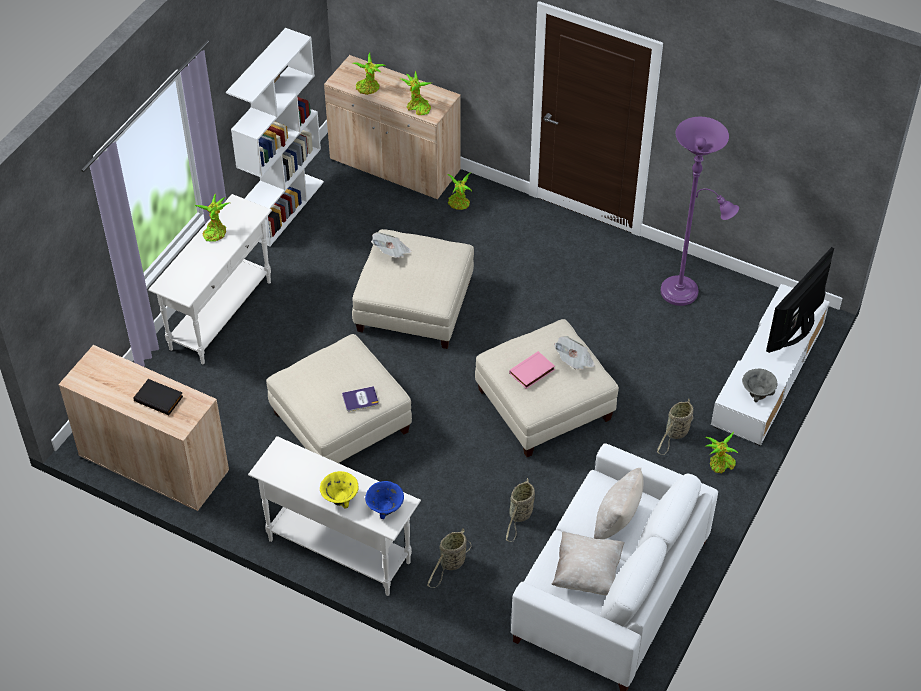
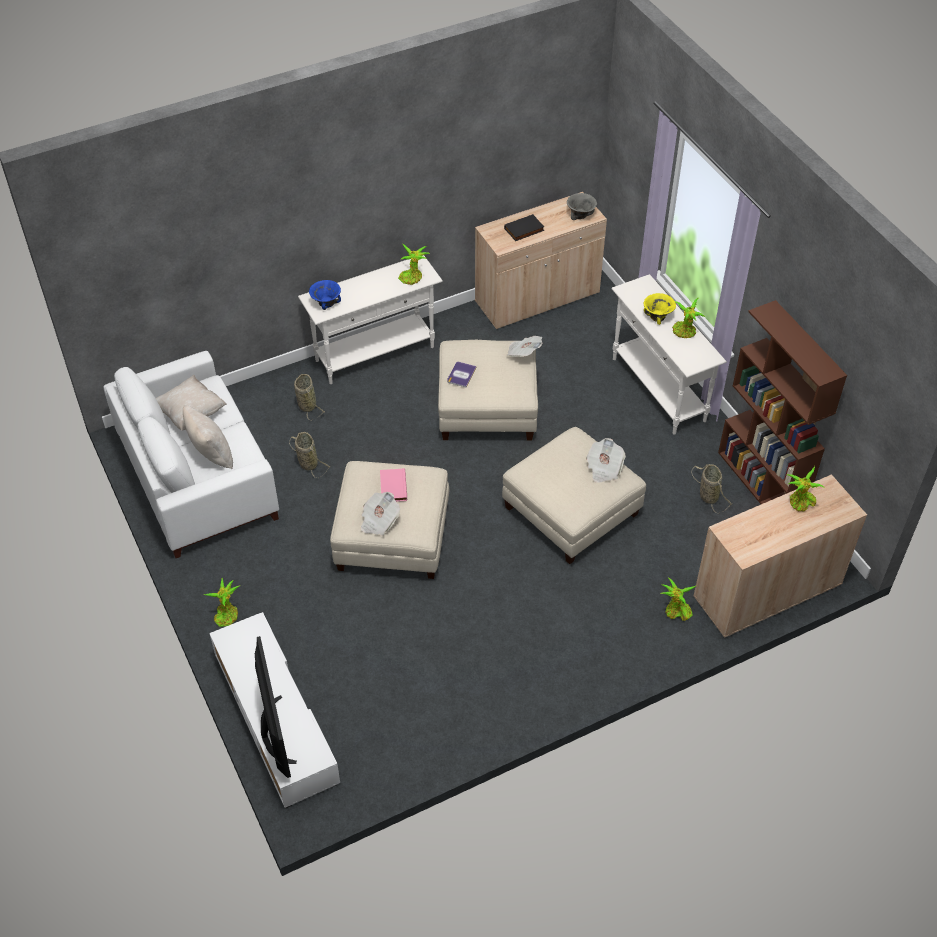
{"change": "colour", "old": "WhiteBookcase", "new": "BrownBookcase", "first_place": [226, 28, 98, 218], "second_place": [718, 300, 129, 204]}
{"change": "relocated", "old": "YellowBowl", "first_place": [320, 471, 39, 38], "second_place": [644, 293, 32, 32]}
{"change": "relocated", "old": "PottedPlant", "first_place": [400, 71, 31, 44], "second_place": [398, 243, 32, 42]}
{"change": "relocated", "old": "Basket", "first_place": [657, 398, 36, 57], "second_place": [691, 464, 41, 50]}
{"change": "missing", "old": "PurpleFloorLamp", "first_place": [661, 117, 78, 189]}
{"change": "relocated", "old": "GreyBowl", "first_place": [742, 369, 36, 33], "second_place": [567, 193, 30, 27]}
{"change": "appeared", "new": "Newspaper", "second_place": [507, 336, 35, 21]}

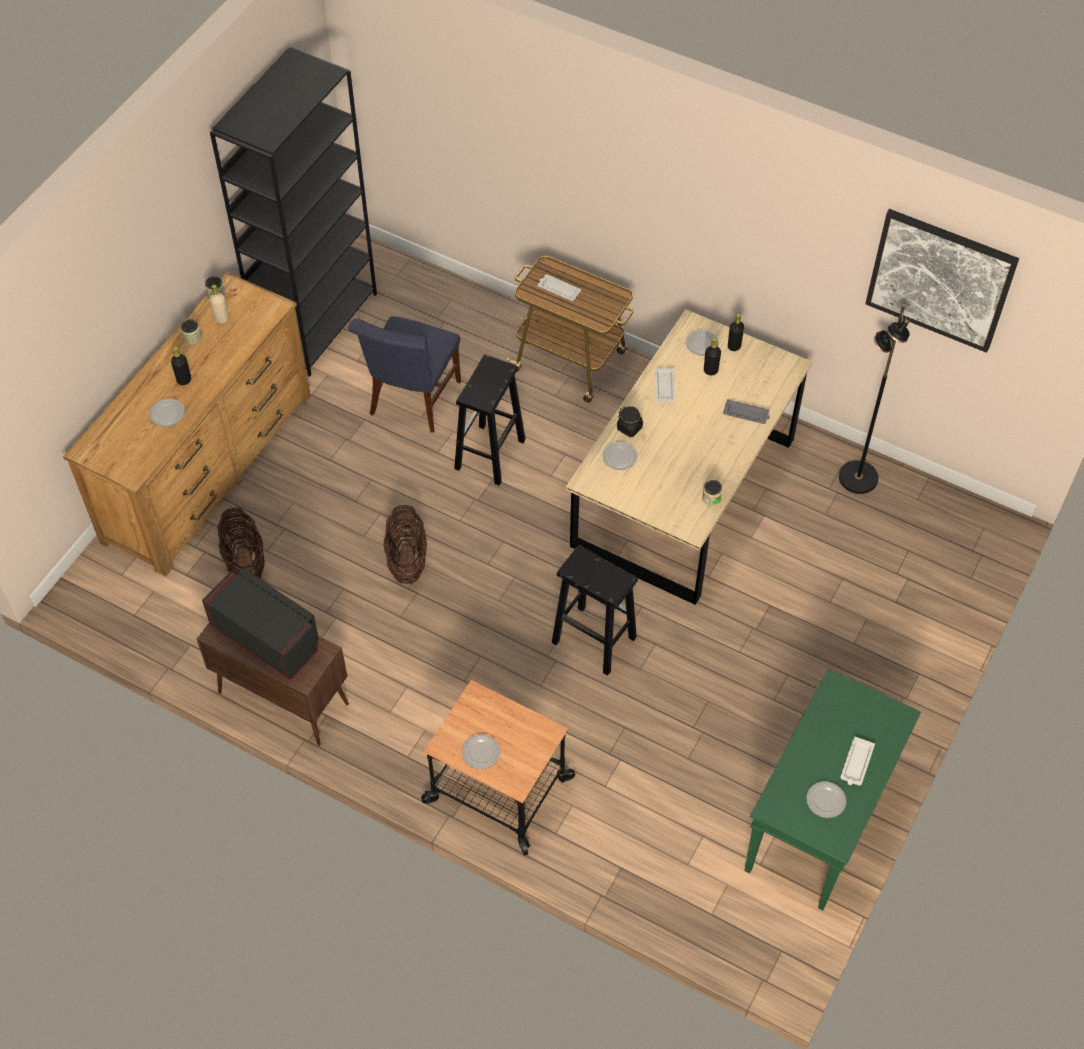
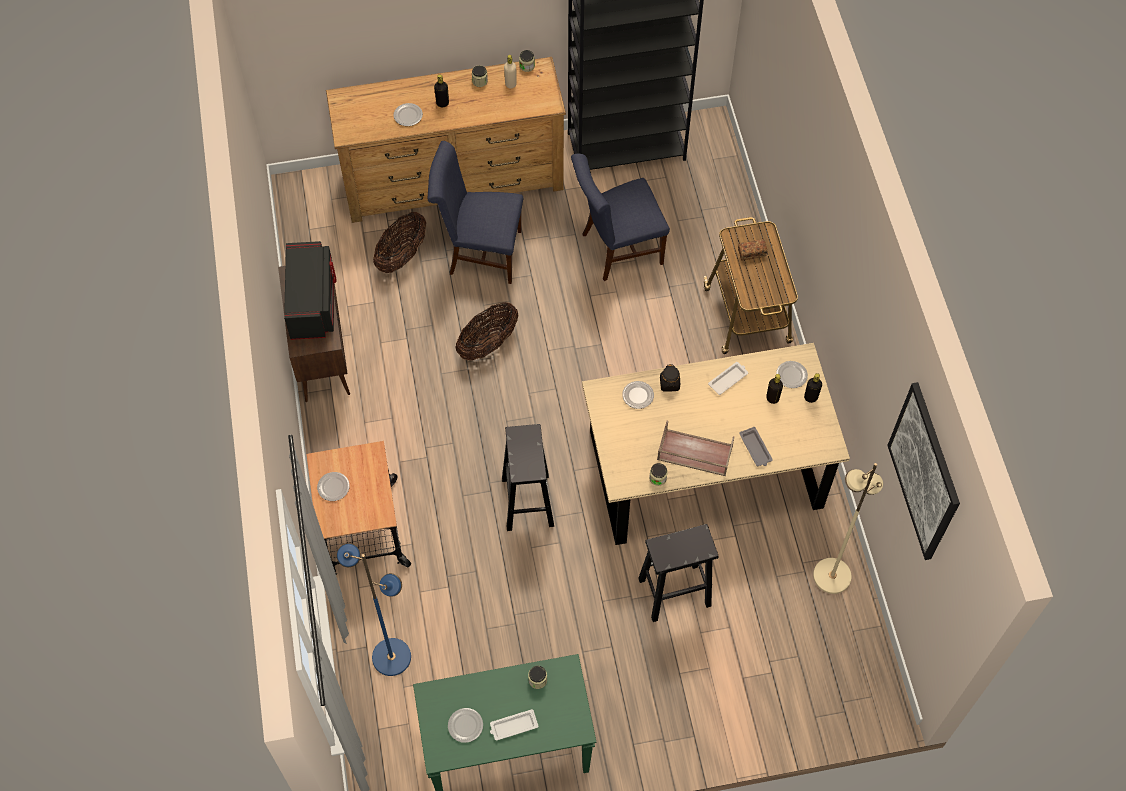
{"change": "relocated", "old": "BlackStool", "first_place": [454, 355, 71, 131], "second_place": [638, 524, 81, 98]}
{"change": "exchanged", "old": "WhiteTray", "new": "Bread", "first_place": [538, 274, 43, 27], "second_place": [738, 239, 30, 22]}
{"change": "colour", "old": "BlackFloorLamp", "new": "BeigeFloorLamp", "first_place": [839, 304, 71, 190], "second_place": [813, 463, 70, 131]}
{"change": "appeared", "new": "BlueFloorLamp", "second_place": [337, 543, 74, 133]}
{"change": "appeared", "new": "BlueChair", "second_place": [428, 141, 95, 143]}
{"change": "appeared", "new": "Jar", "second_place": [528, 666, 19, 23]}
{"change": "appeared", "new": "BrownTray", "second_place": [657, 421, 78, 55]}

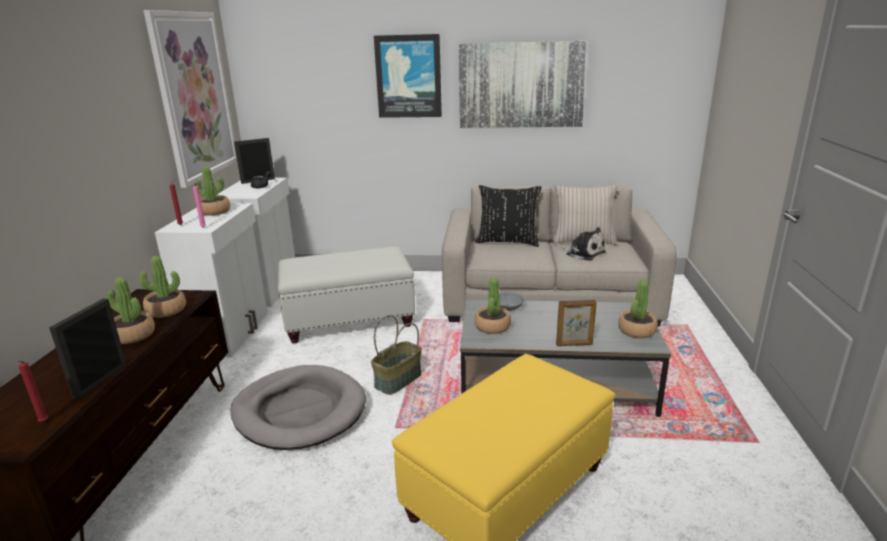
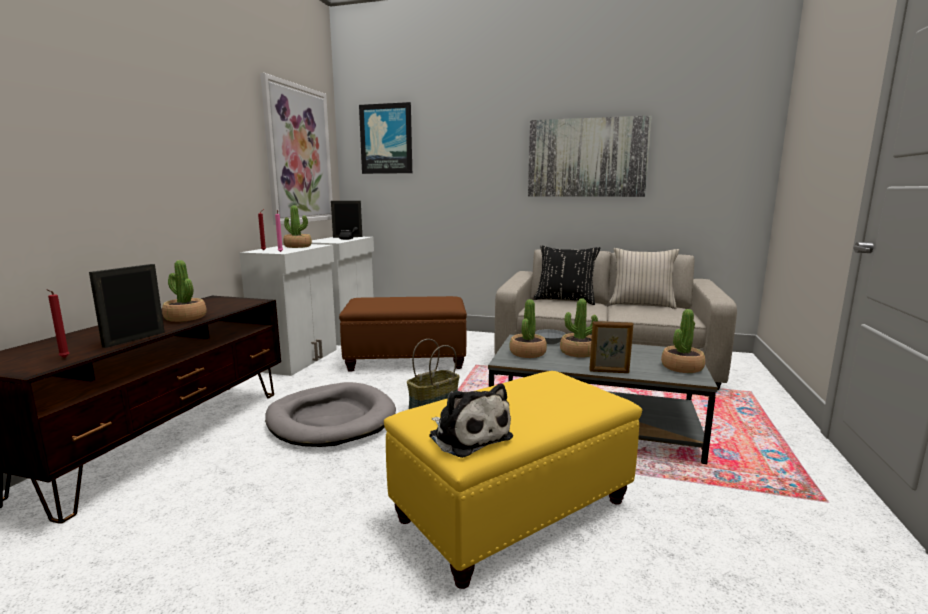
{"change": "relocated", "old": "PottedPlant", "first_place": [139, 256, 47, 62], "second_place": [560, 299, 38, 59]}
{"change": "colour", "old": "WhiteOttoman", "new": "BrownOttoman", "first_place": [278, 247, 137, 97], "second_place": [339, 296, 128, 76]}
{"change": "relocated", "old": "Picture", "first_place": [374, 34, 68, 84], "second_place": [359, 102, 53, 72]}
{"change": "relocated", "old": "PlushToy", "first_place": [560, 227, 46, 34], "second_place": [429, 383, 84, 75]}

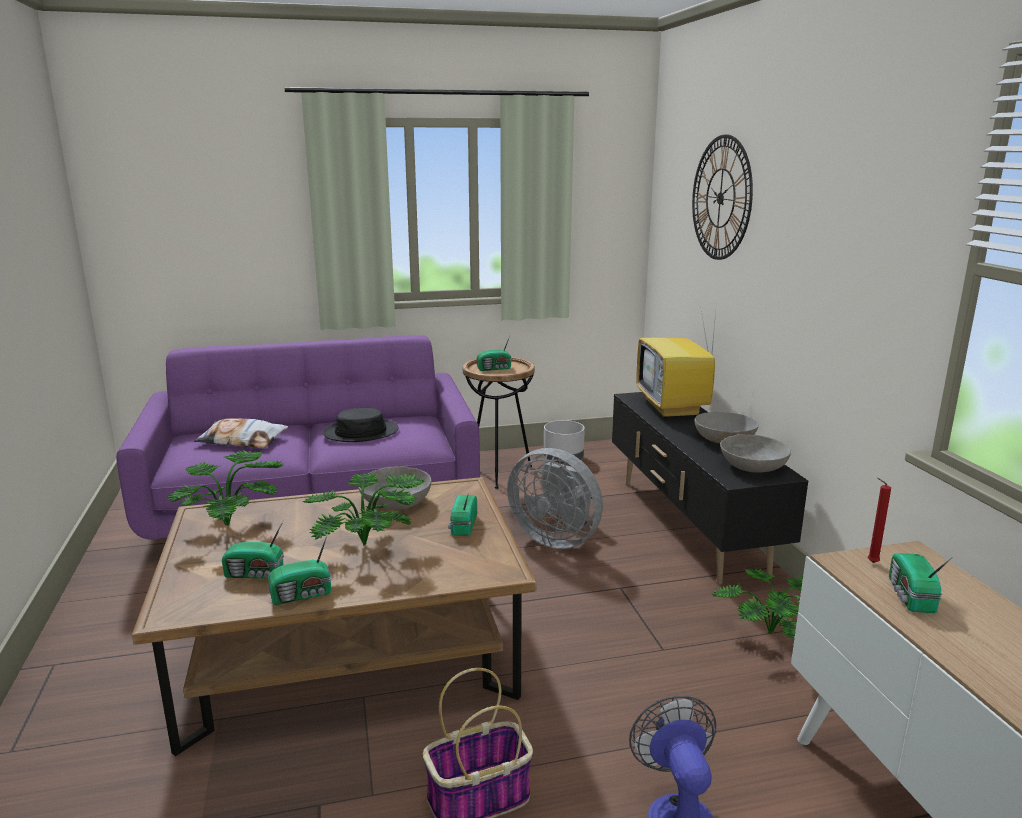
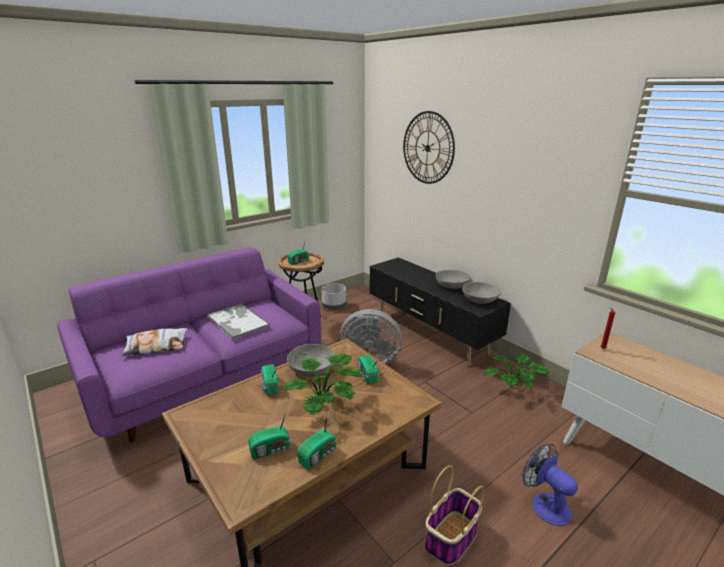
{"change": "missing", "old": "PottedPlant", "first_place": [168, 450, 116, 75]}
{"change": "exchanged", "old": "BlackHat", "new": "Tray", "first_place": [322, 408, 77, 34], "second_place": [207, 303, 63, 37]}
{"change": "missing", "old": "Television", "first_place": [636, 311, 80, 107]}
{"change": "relocated", "old": "Radio", "first_place": [889, 553, 63, 60], "second_place": [261, 364, 18, 31]}

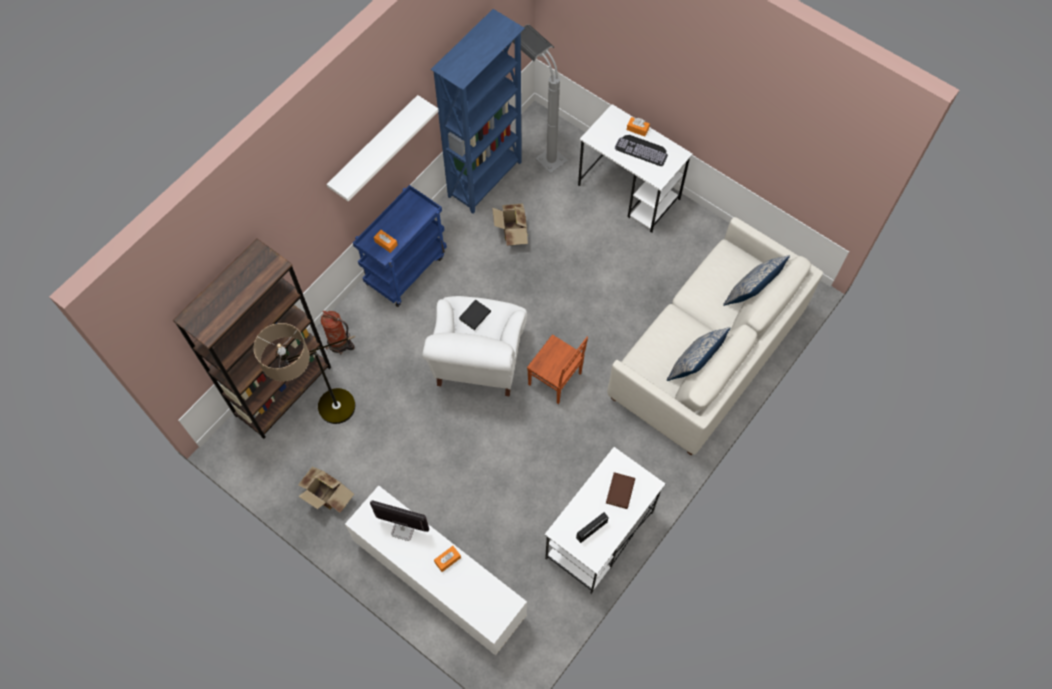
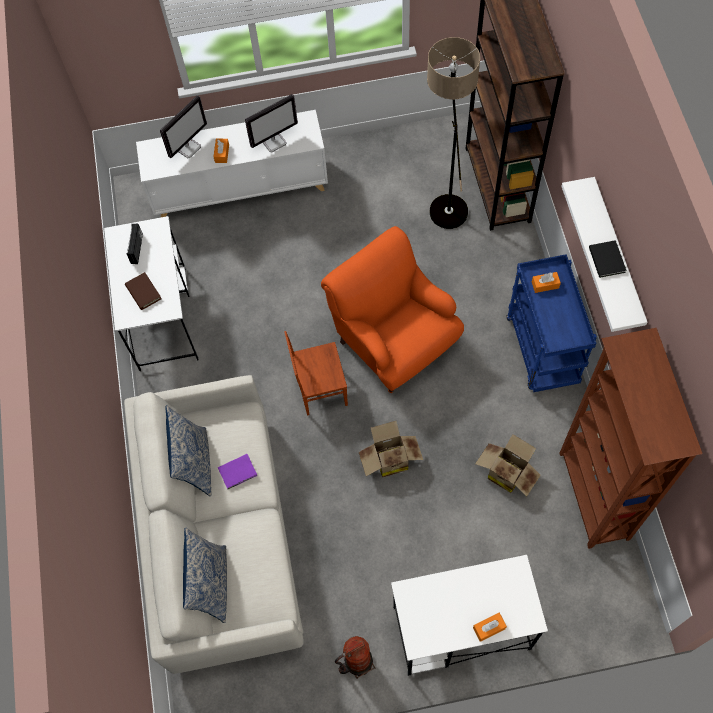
{"change": "relocated", "old": "CardboardBox", "first_place": [298, 466, 56, 47], "second_place": [359, 421, 64, 56]}
{"change": "relocated", "old": "FireExtinguisher", "first_place": [321, 311, 34, 44], "second_place": [335, 636, 41, 43]}
{"change": "colour", "old": "WhiteArmchair", "new": "OrangeArmchair", "first_place": [422, 296, 105, 100], "second_place": [321, 226, 143, 167]}
{"change": "colour", "old": "BlueBookcase", "new": "BrownBookcase", "first_place": [431, 9, 94, 205], "second_place": [559, 328, 144, 221]}
{"change": "relocated", "old": "BlackBook", "first_place": [459, 299, 32, 31], "second_place": [589, 240, 38, 38]}
{"change": "missing", "old": "GreyFloorLamp", "first_place": [512, 24, 56, 149]}
{"change": "missing", "old": "Keyboard", "first_place": [615, 135, 53, 31]}
{"change": "appeared", "new": "Monitor", "second_place": [160, 95, 47, 63]}
{"change": "appeared", "new": "PurpleBook", "second_place": [218, 454, 39, 35]}

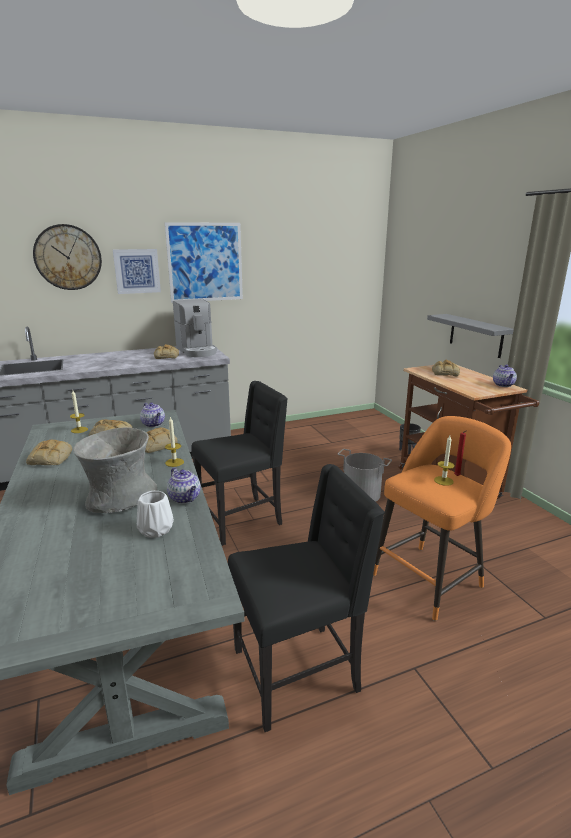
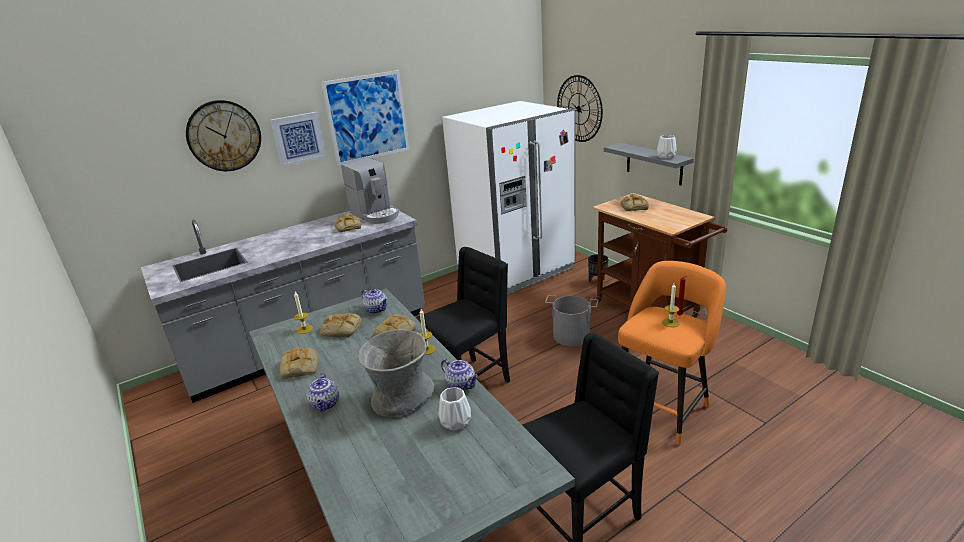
{"change": "relocated", "old": "Teapot", "first_place": [493, 365, 24, 22], "second_place": [307, 373, 32, 39]}
{"change": "appeared", "new": "WhiteFridge", "second_place": [442, 101, 133, 194]}
{"change": "appeared", "new": "WallClock", "second_place": [557, 75, 46, 67]}
{"change": "appeared", "new": "WhiteVase", "second_place": [656, 135, 21, 24]}

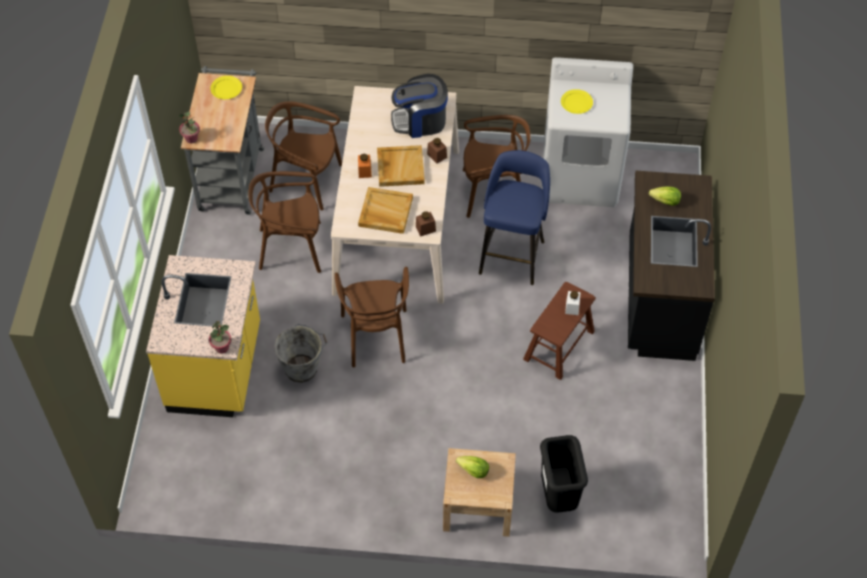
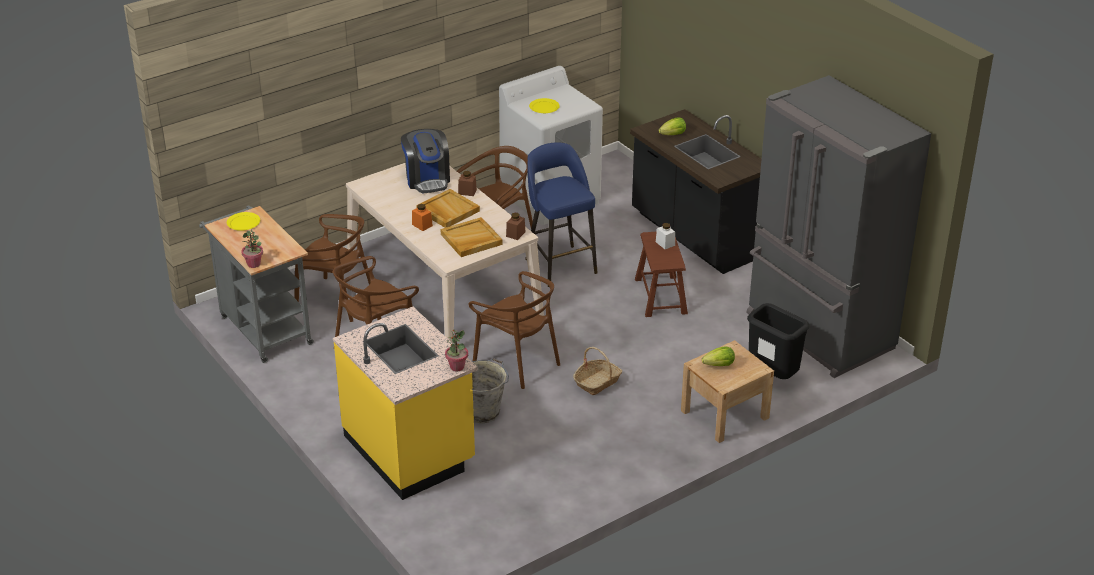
{"change": "spun", "old": "BrownChair", "first_place": [265, 101, 77, 110], "second_place": [294, 214, 77, 108], "degrees": -135}
{"change": "spun", "old": "CoffeeMachine", "first_place": [391, 74, 57, 64], "second_place": [401, 129, 49, 65], "degrees": -60}
{"change": "appeared", "new": "Basket", "second_place": [573, 347, 49, 48]}
{"change": "appeared", "new": "GreyFridge", "second_place": [746, 75, 185, 303]}

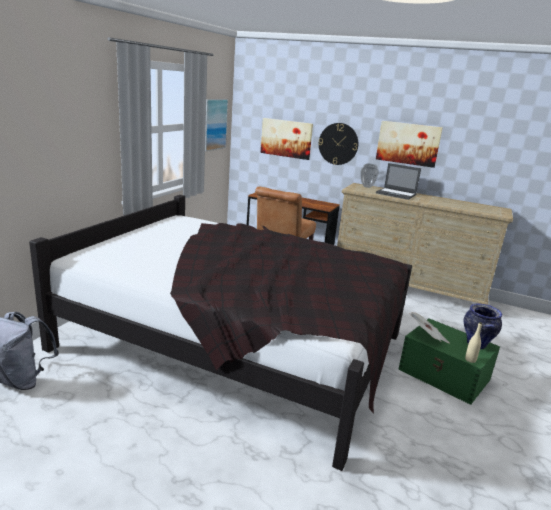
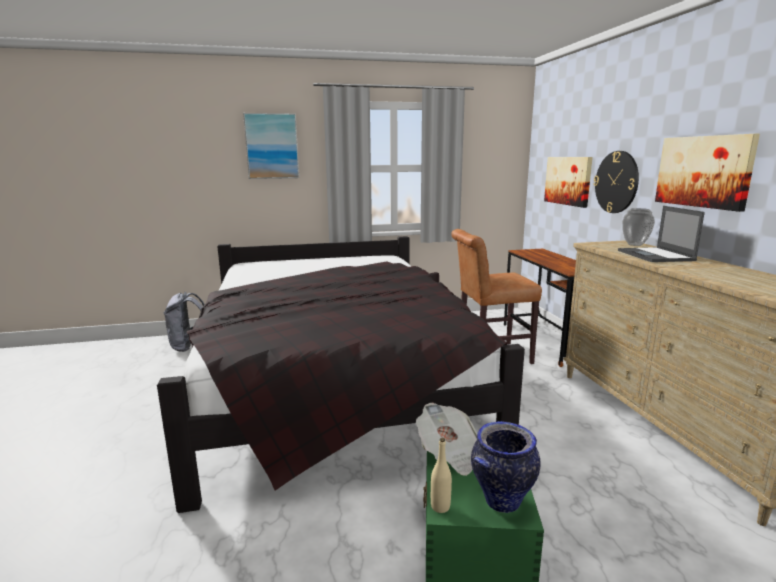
{"change": "relocated", "old": "Picture", "first_place": [205, 99, 23, 52], "second_place": [243, 113, 56, 66]}

